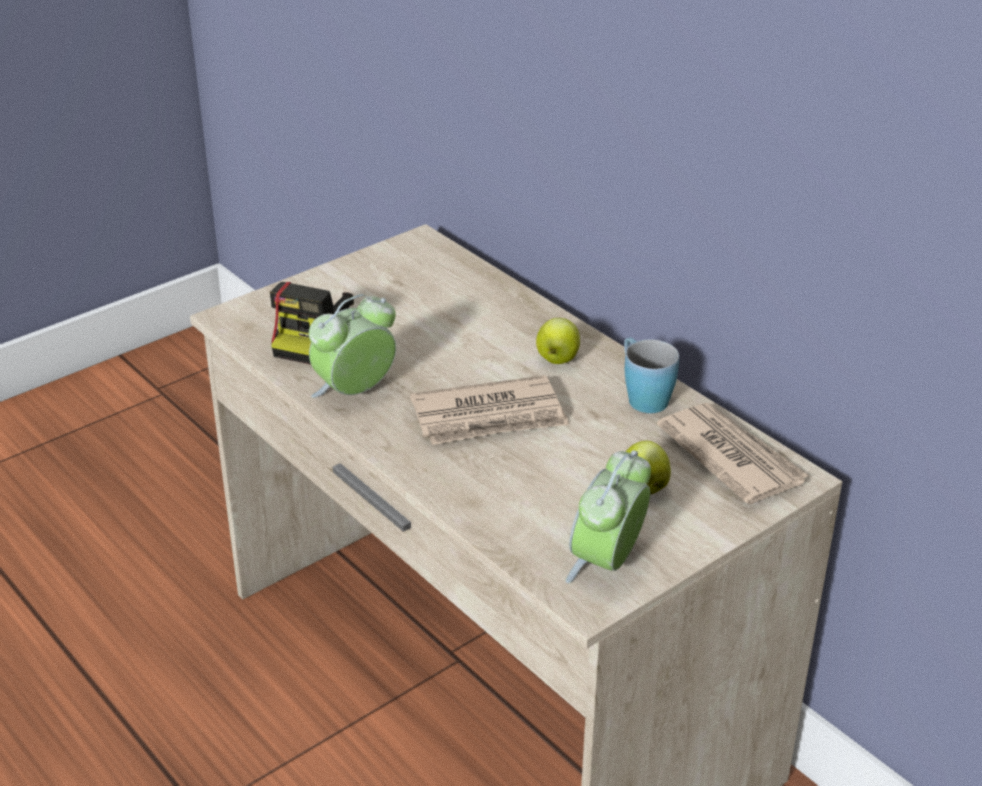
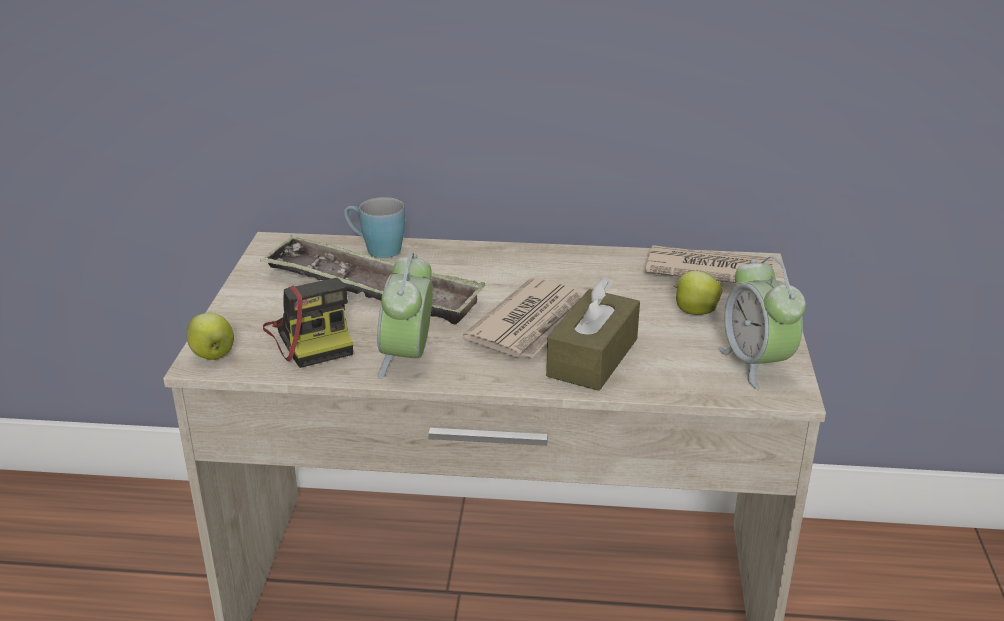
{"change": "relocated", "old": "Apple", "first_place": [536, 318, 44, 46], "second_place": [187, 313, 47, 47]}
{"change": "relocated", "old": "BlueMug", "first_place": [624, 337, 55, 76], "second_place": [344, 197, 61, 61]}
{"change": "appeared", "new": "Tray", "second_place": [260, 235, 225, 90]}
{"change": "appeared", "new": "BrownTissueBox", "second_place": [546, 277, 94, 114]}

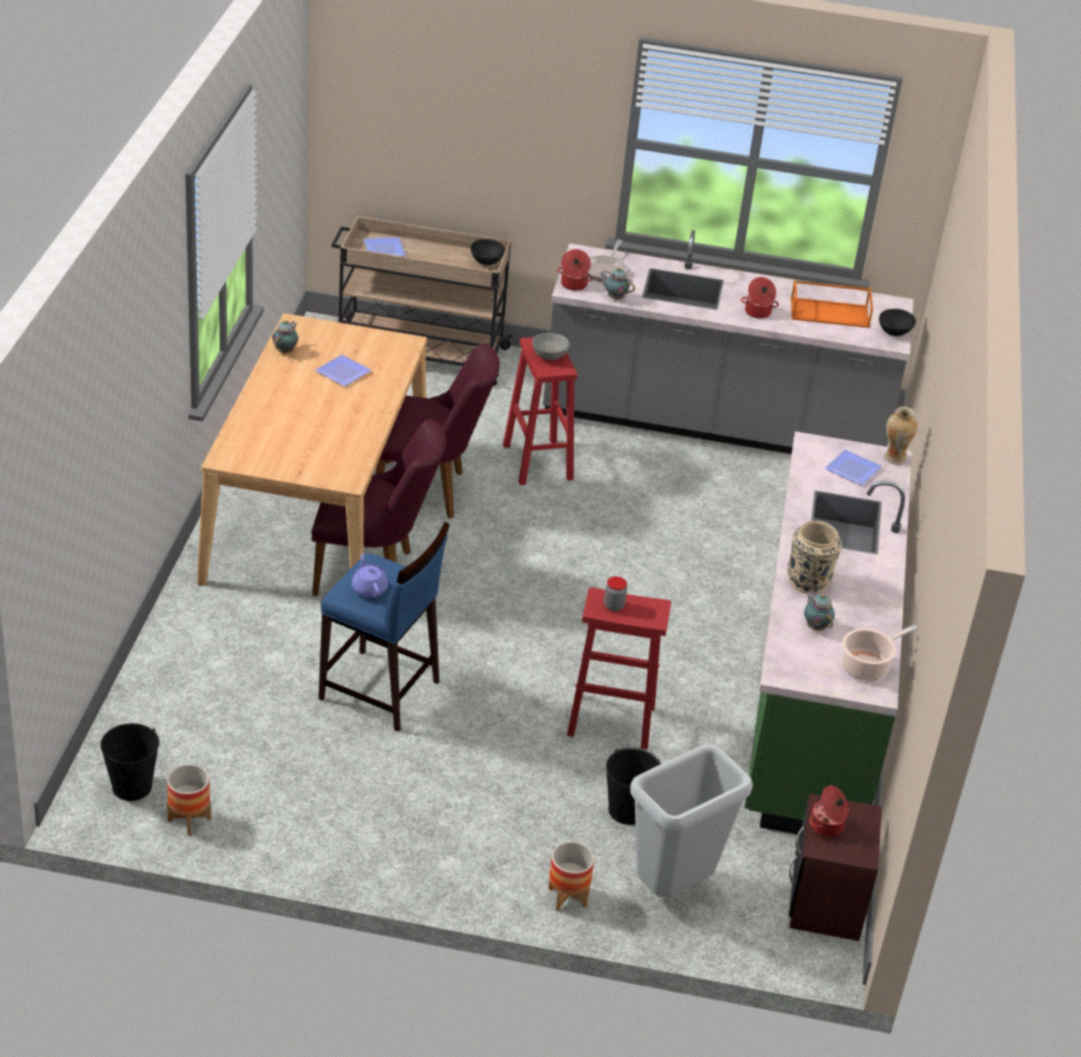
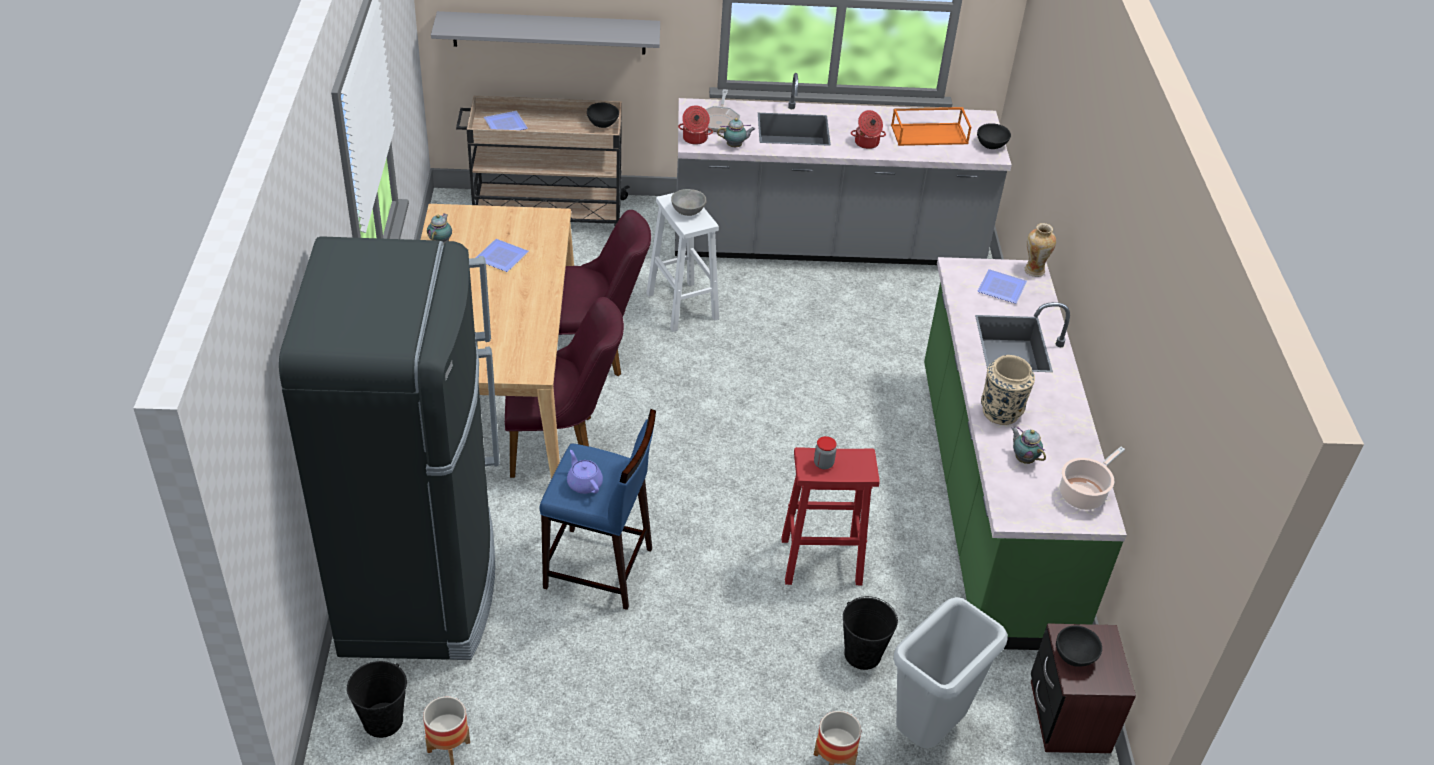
{"change": "colour", "old": "RedStool", "new": "WhiteStool", "first_place": [503, 337, 75, 148], "second_place": [646, 193, 73, 139]}
{"change": "spun", "old": "Teapot", "first_place": [599, 268, 36, 31], "second_place": [717, 118, 38, 29], "degrees": 150}
{"change": "exchanged", "old": "CookingPot", "new": "BlackBowl", "first_place": [809, 785, 40, 52], "second_place": [1056, 625, 46, 42]}
{"change": "appeared", "new": "BlackFridge", "second_place": [279, 236, 221, 424]}
{"change": "appeared", "new": "GreyShelf", "second_place": [431, 11, 229, 43]}

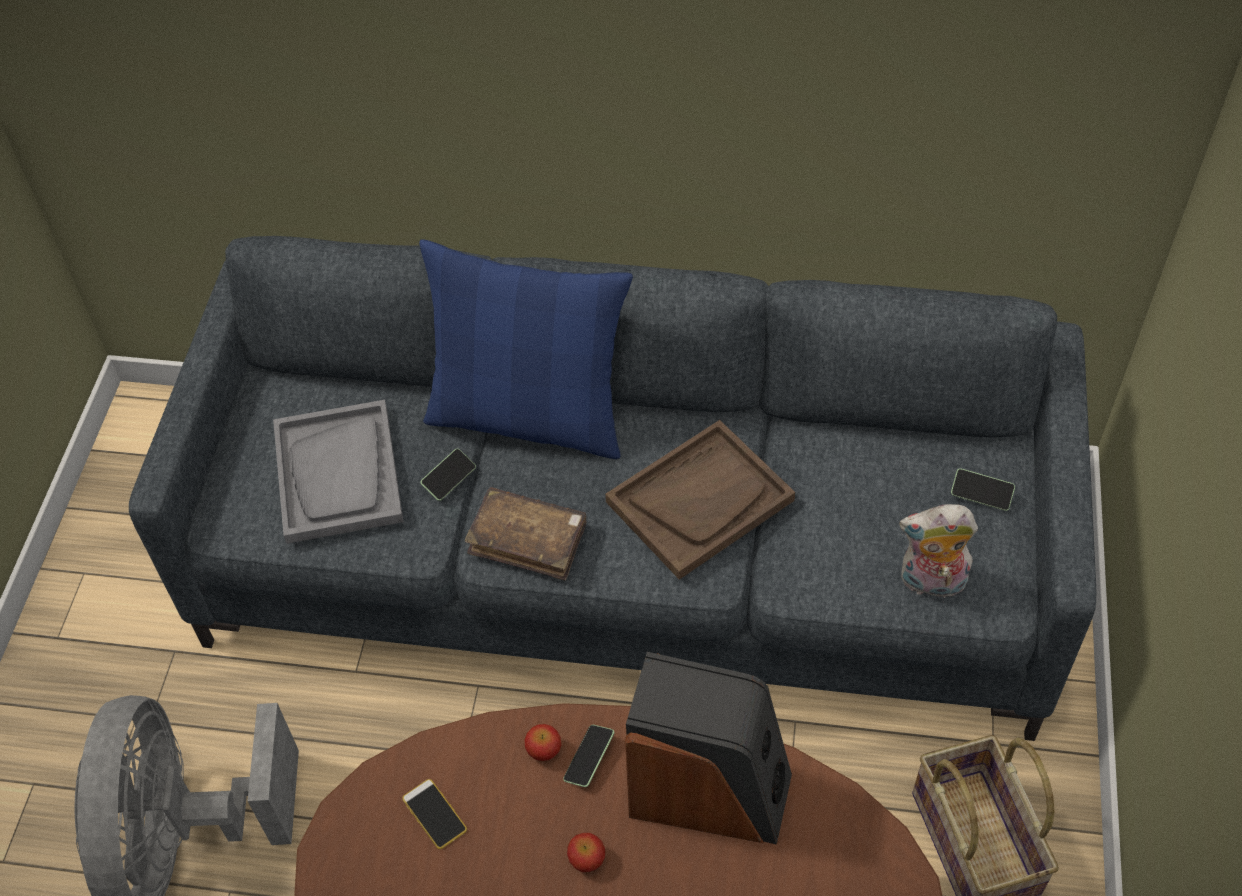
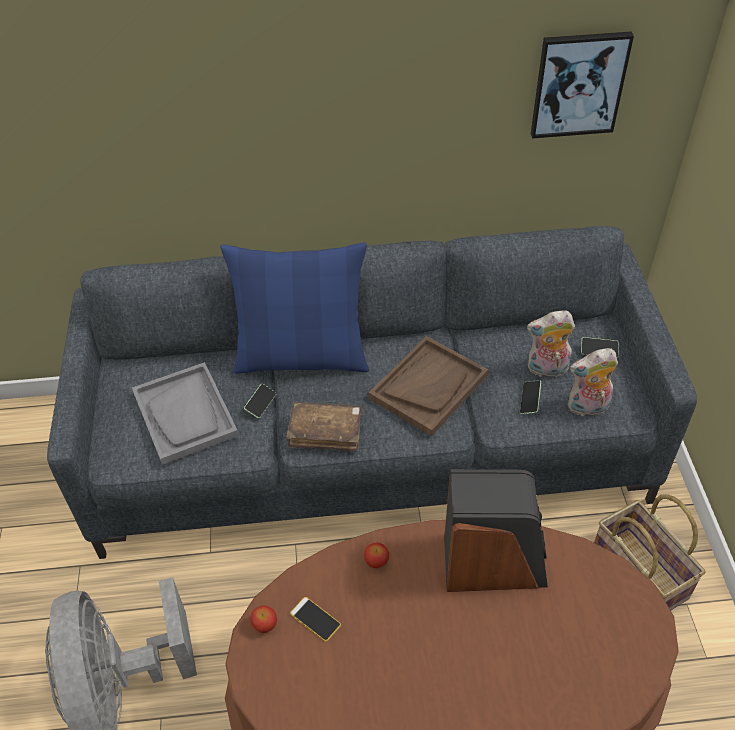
{"change": "relocated", "old": "Phone", "first_place": [563, 725, 51, 62], "second_place": [520, 380, 21, 34]}
{"change": "relocated", "old": "Apple", "first_place": [567, 833, 38, 39], "second_place": [251, 605, 26, 28]}
{"change": "appeared", "new": "PlushToy", "second_place": [527, 310, 48, 67]}
{"change": "appeared", "new": "Picture", "second_place": [531, 32, 103, 106]}

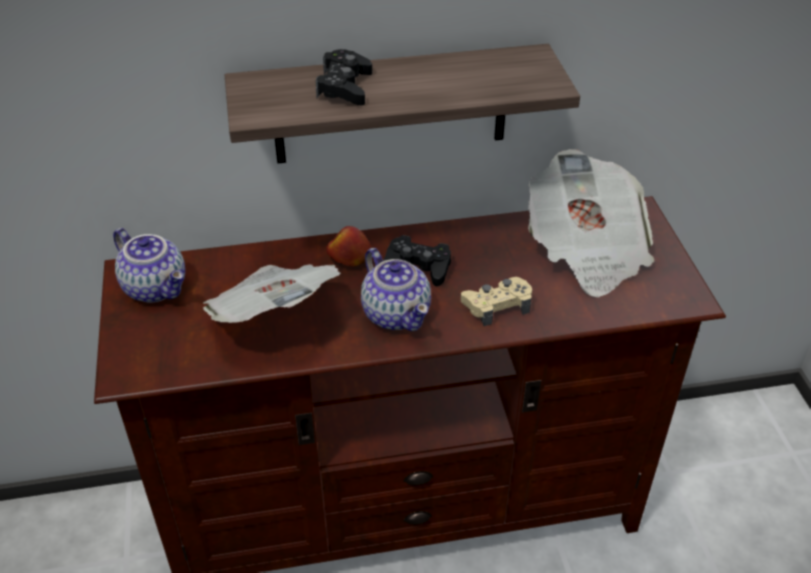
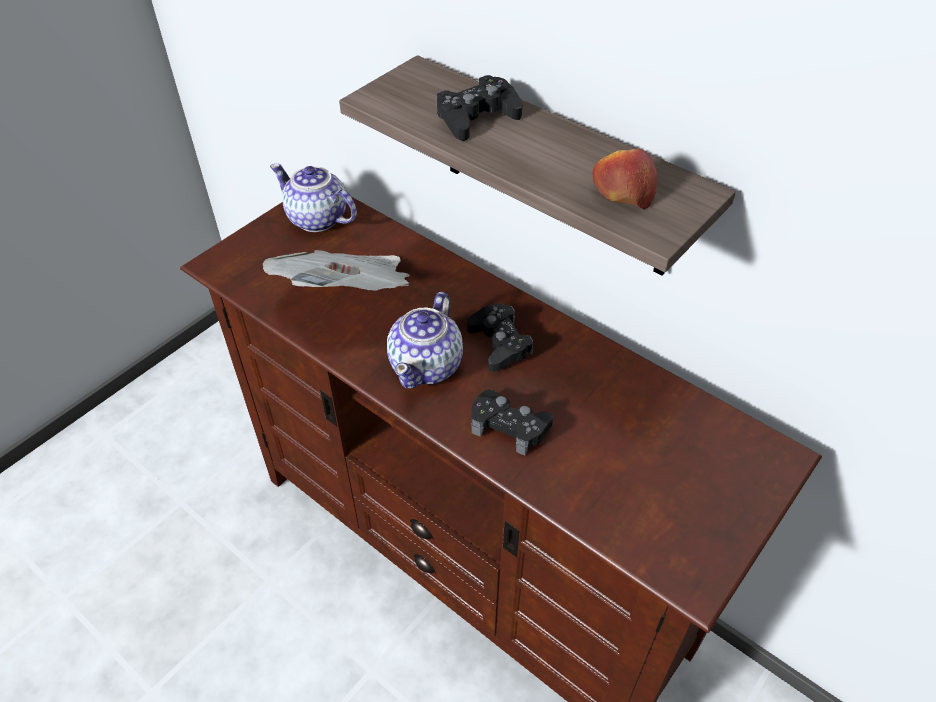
{"change": "spun", "old": "Teapot", "first_place": [113, 228, 72, 75], "second_place": [270, 163, 87, 69], "degrees": 120}
{"change": "relocated", "old": "Apple", "first_place": [326, 226, 47, 40], "second_place": [593, 148, 64, 62]}
{"change": "colour", "old": "BeigeGameController", "new": "BlackGameController", "first_place": [461, 277, 71, 49], "second_place": [471, 389, 82, 67]}
{"change": "missing", "old": "Newspaper", "first_place": [528, 149, 126, 149]}

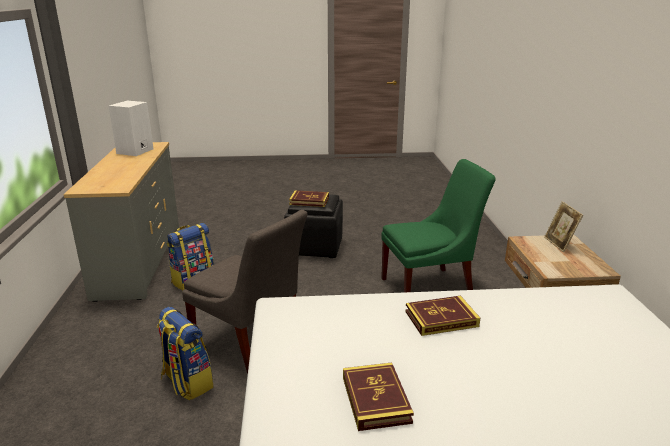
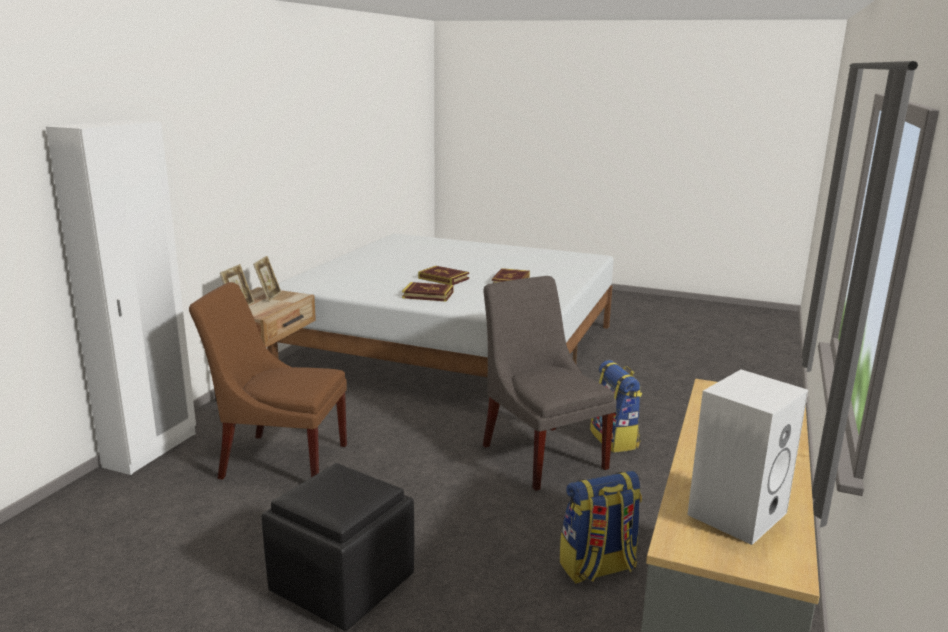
{"change": "relocated", "old": "Book", "first_place": [289, 190, 40, 17], "second_place": [418, 266, 51, 19]}
{"change": "colour", "old": "GreenChair", "new": "BrownChair", "first_place": [381, 159, 115, 133], "second_place": [189, 282, 158, 198]}
{"change": "appeared", "new": "WhiteWardrobe", "second_place": [46, 120, 150, 355]}
{"change": "appeared", "new": "PictureFrame", "second_place": [253, 256, 28, 46]}

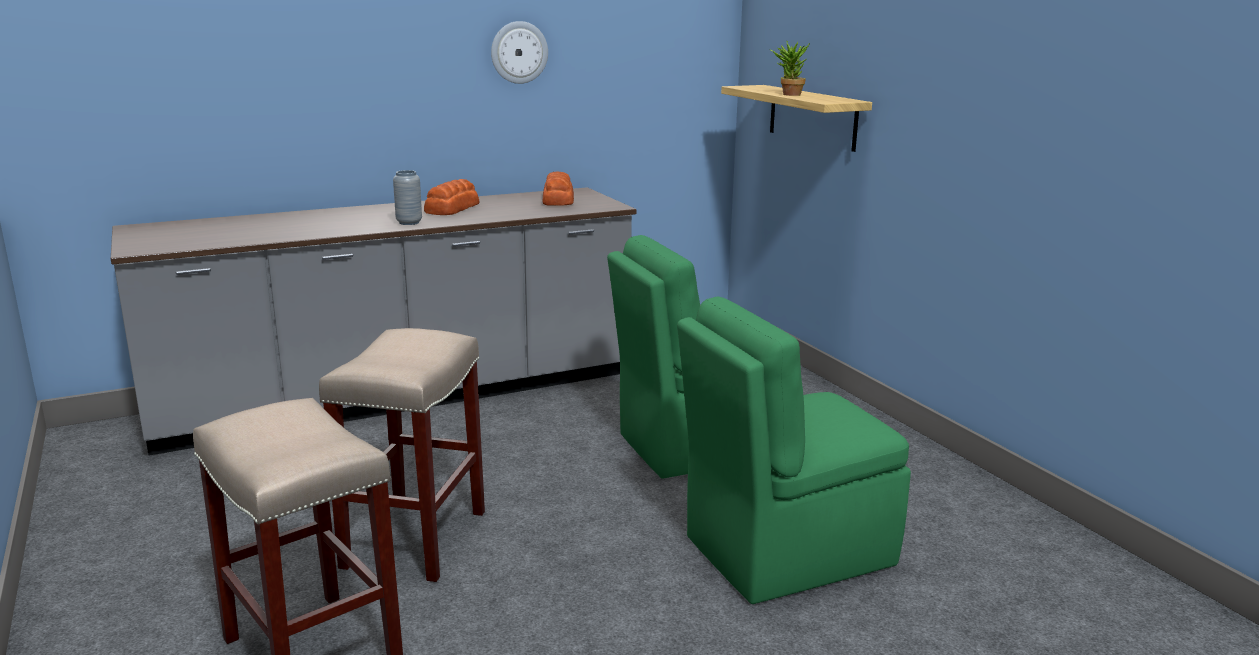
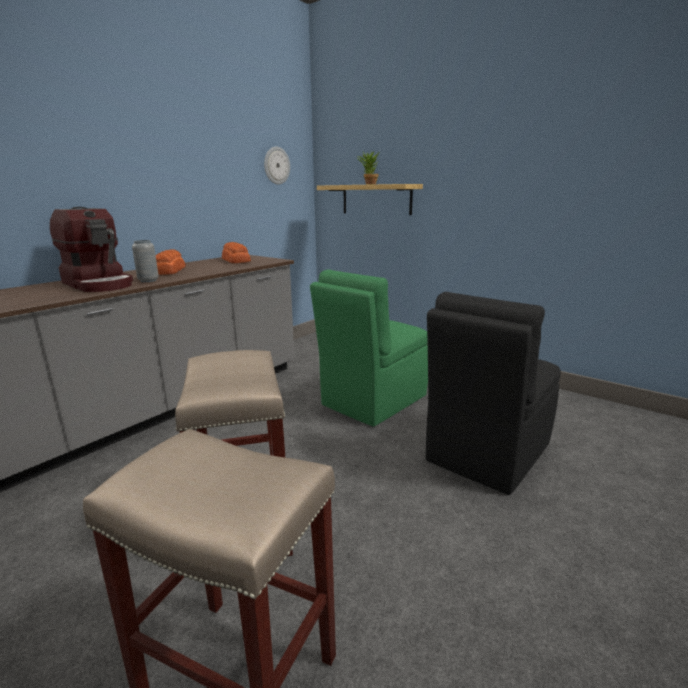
{"change": "relocated", "old": "WallClock", "first_place": [491, 21, 57, 63], "second_place": [264, 147, 26, 38]}
{"change": "colour", "old": "GreenChair", "new": "BlackChair", "first_place": [677, 296, 234, 308], "second_place": [426, 292, 135, 203]}
{"change": "appeared", "new": "CoffeeMachine", "second_place": [50, 207, 83, 85]}

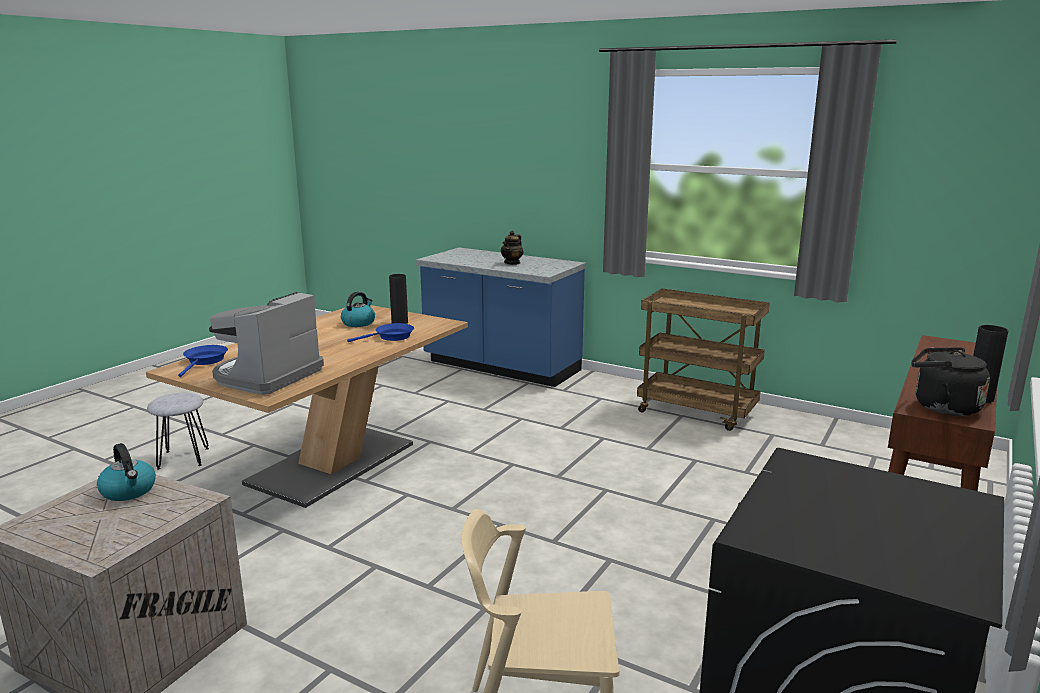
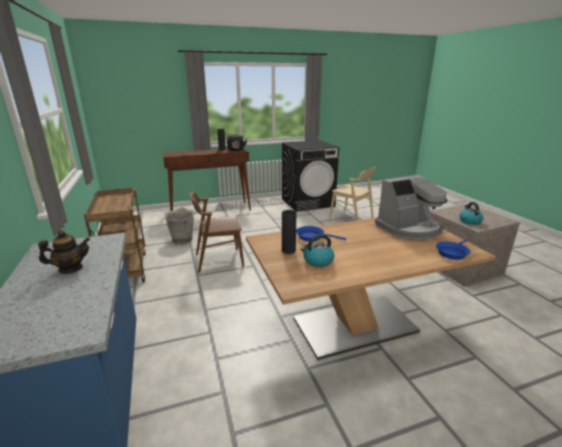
{"change": "missing", "old": "GreyStool", "first_place": [147, 393, 62, 77]}
{"change": "appeared", "new": "GreyBucket", "second_place": [165, 208, 31, 36]}
{"change": "appeared", "new": "BrownChair", "second_place": [190, 192, 54, 81]}

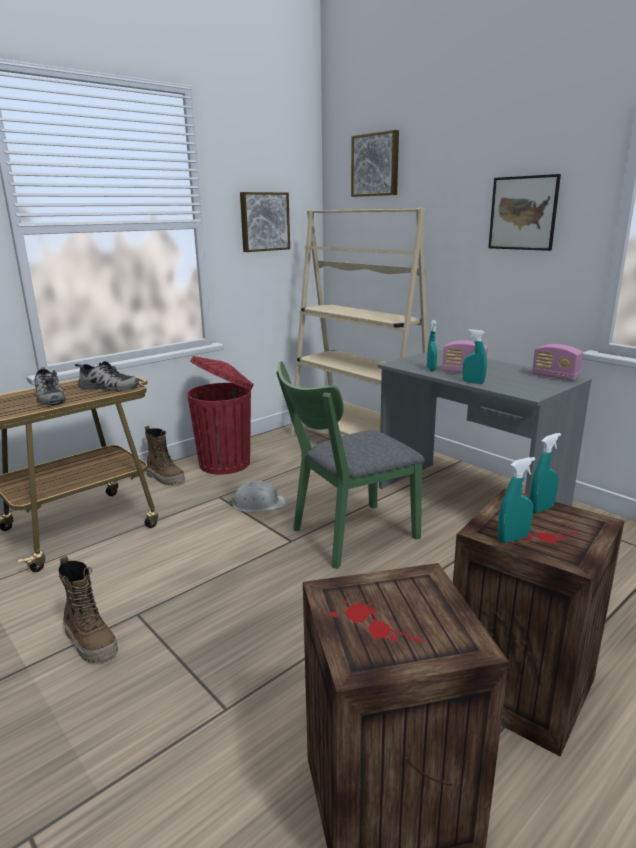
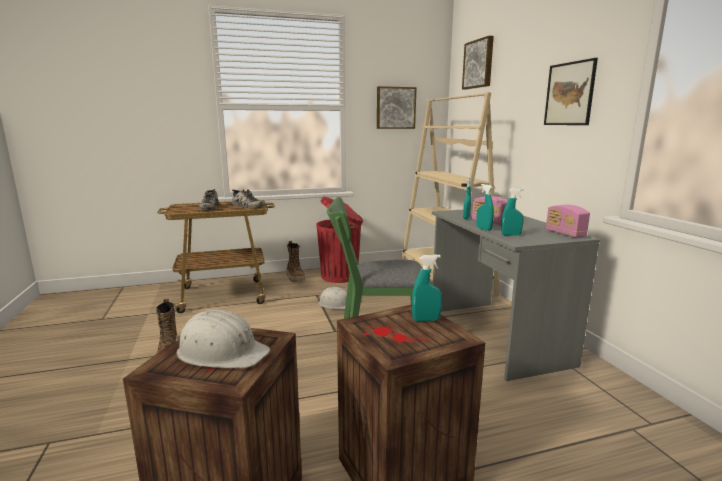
{"change": "relocated", "old": "TurquoiseSprayBottle", "first_place": [498, 457, 37, 86], "second_place": [501, 188, 23, 48]}
{"change": "appeared", "new": "WhiteHardHat", "second_place": [176, 310, 94, 58]}

